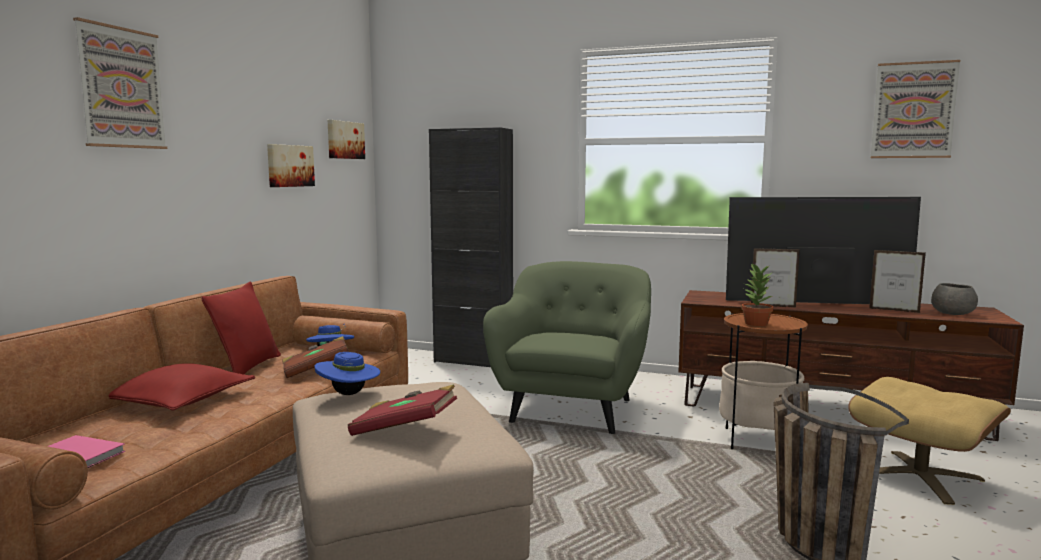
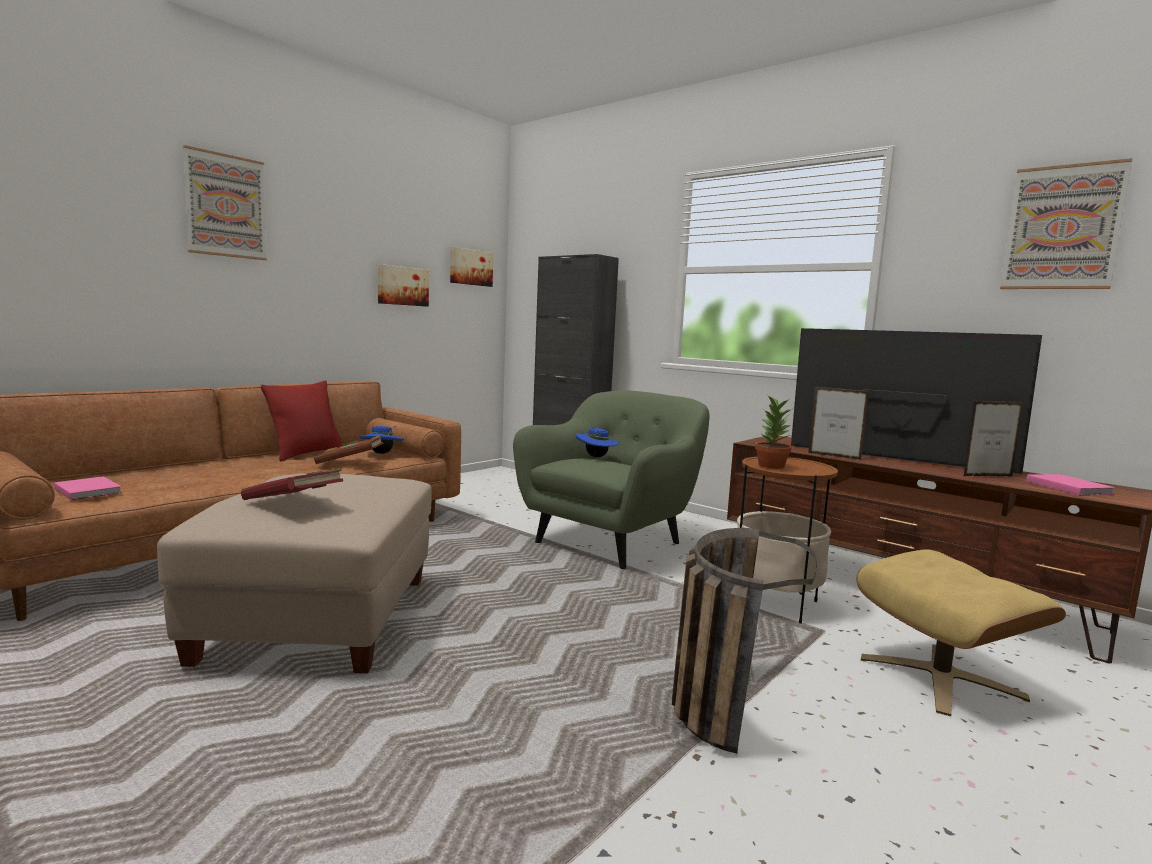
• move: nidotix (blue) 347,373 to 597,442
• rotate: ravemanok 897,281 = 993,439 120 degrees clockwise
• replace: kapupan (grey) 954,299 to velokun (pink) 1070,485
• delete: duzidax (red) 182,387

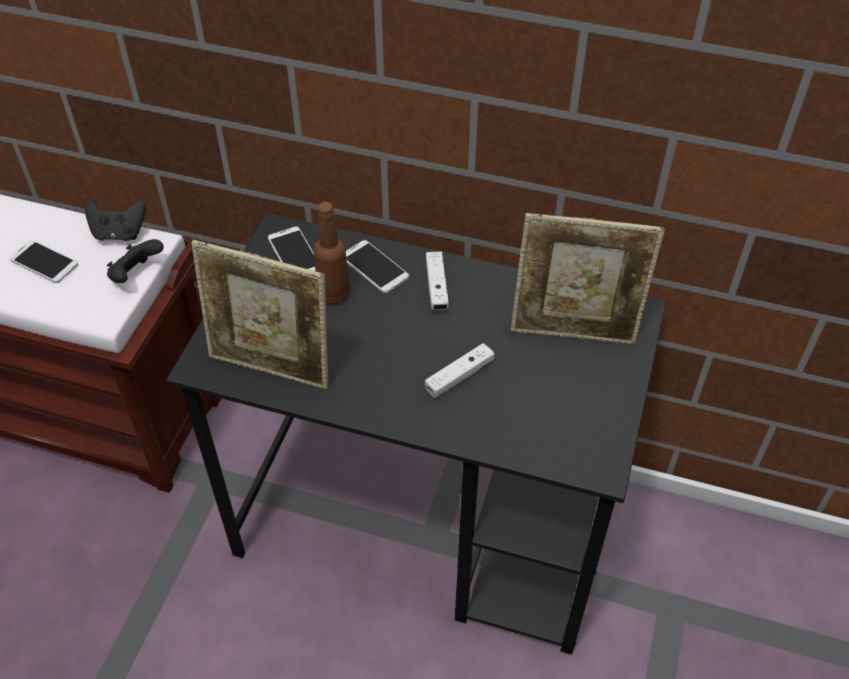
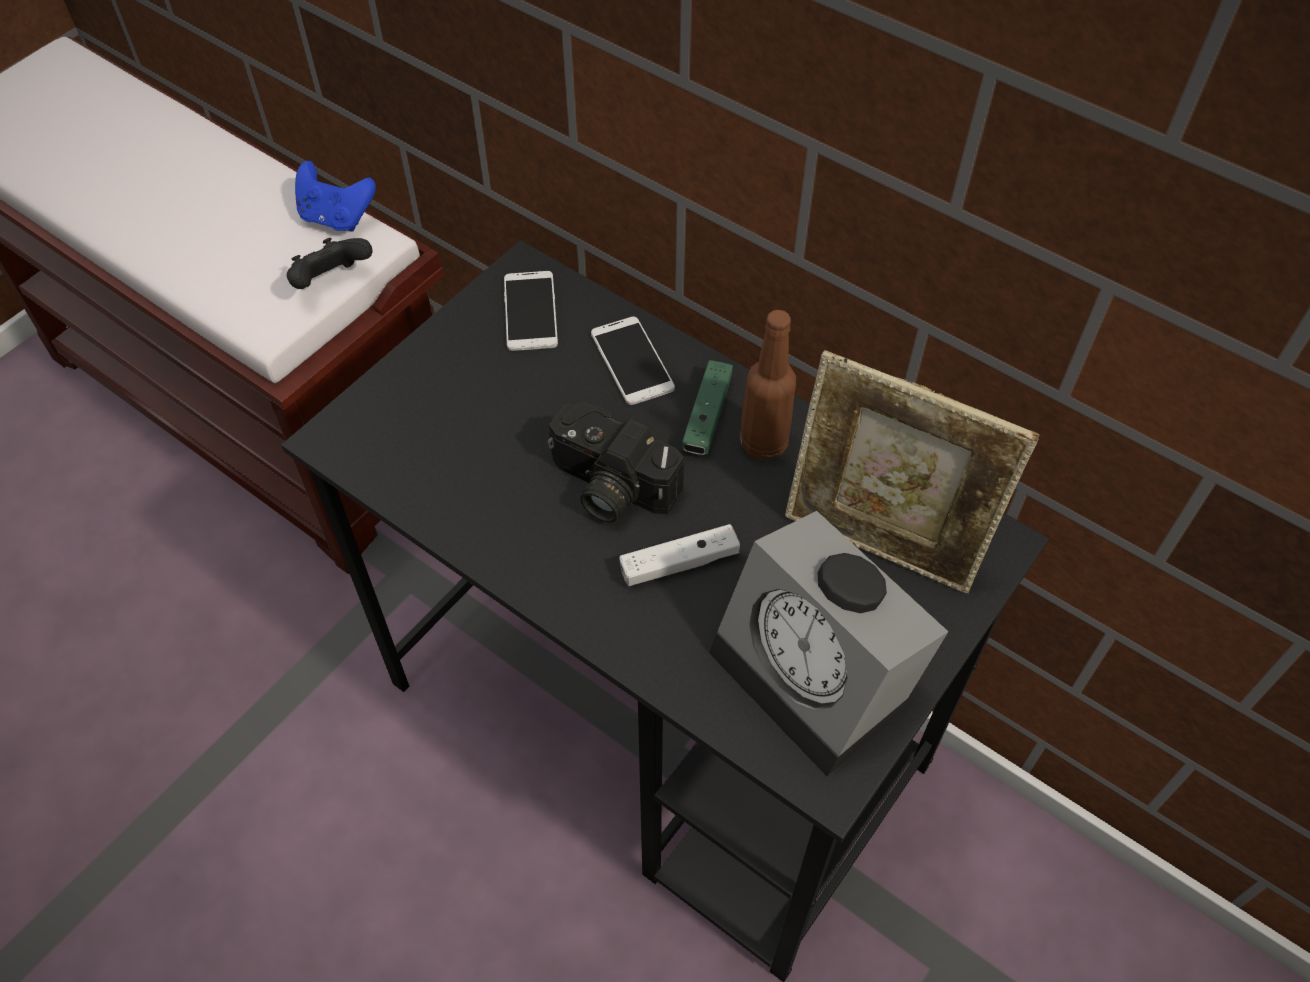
• recolor: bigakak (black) 115,220 to bigakak (blue) 335,196
• insert: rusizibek 615,462
• recolor: bigakak (white) 437,280 to bigakak (green) 707,407
• insert: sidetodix 828,643
• move: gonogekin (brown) 332,253 to 768,385
• delete: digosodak 44,261
• delete: ravemanok 260,314

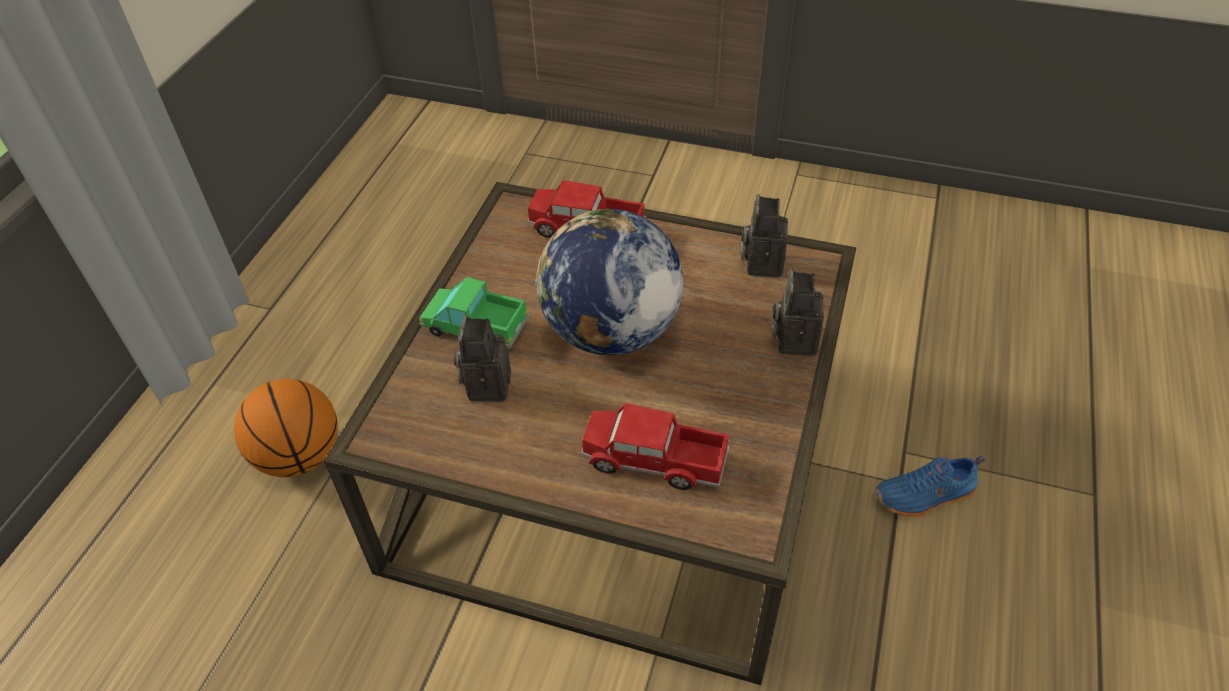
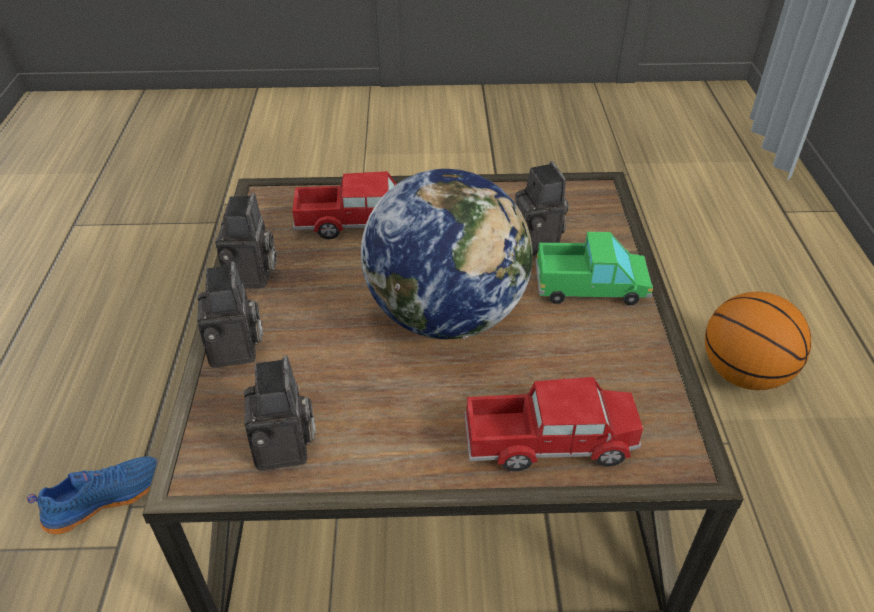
• insert: rusizibek 246,240

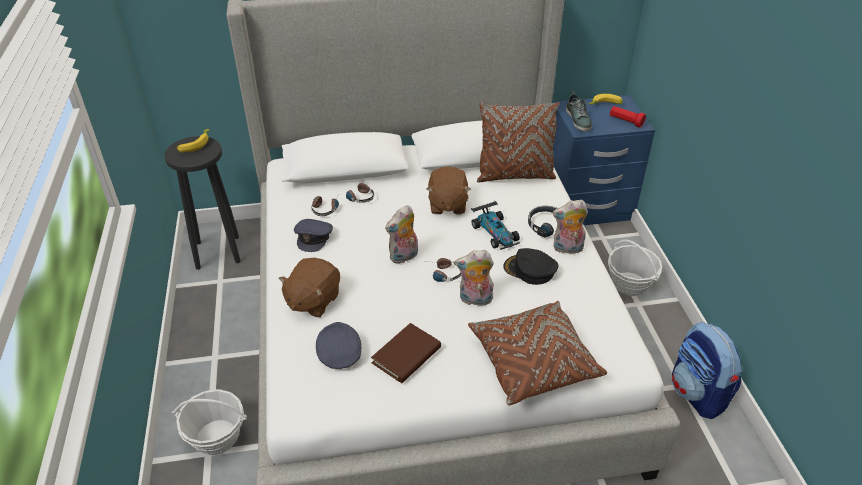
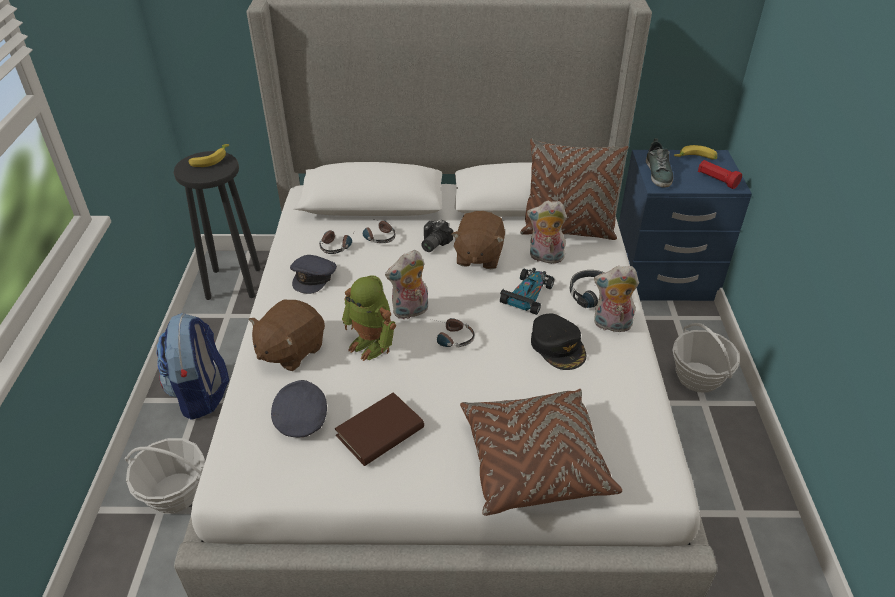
• move: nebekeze 707,370 to 192,366
• insert: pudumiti 369,318
• insert: rusizibek 437,236
• rotate: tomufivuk 495,225 = 527,291 135 degrees counterclockwise
• move: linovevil 474,278 to 547,231
• rotate: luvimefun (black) 530,266 = 558,342 150 degrees counterclockwise

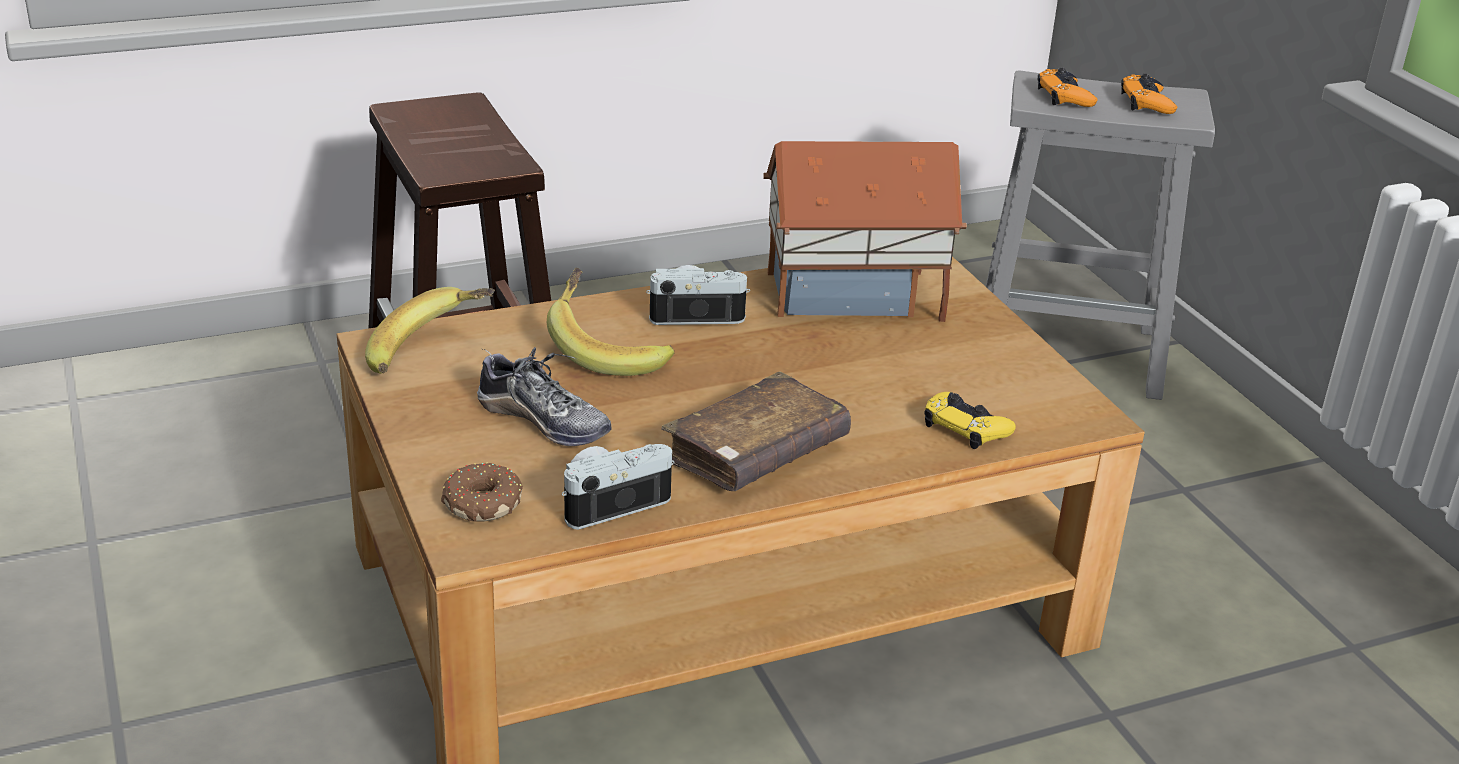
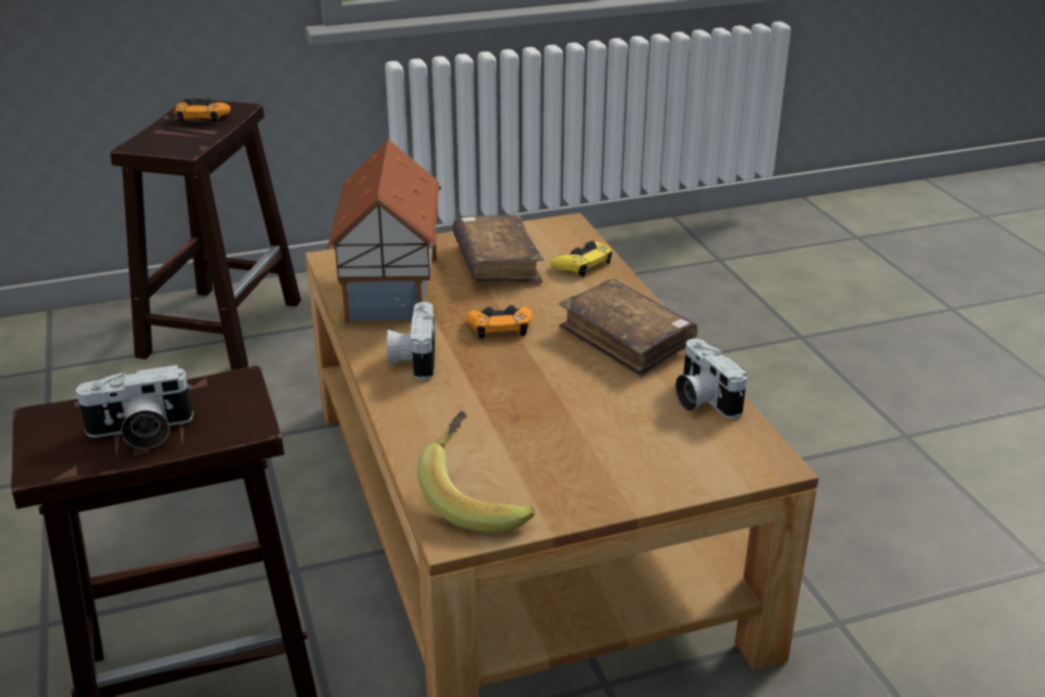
• insert: rusizibek 134,407
• recolor: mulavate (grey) 1100,235 to mulavate (brown) 205,234
• insert: velokun (brown) 498,248
• move: bigakak (orange) 1068,87 to 499,322
• delete: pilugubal 482,492
• delete: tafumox 544,396
• delete: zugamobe 610,322

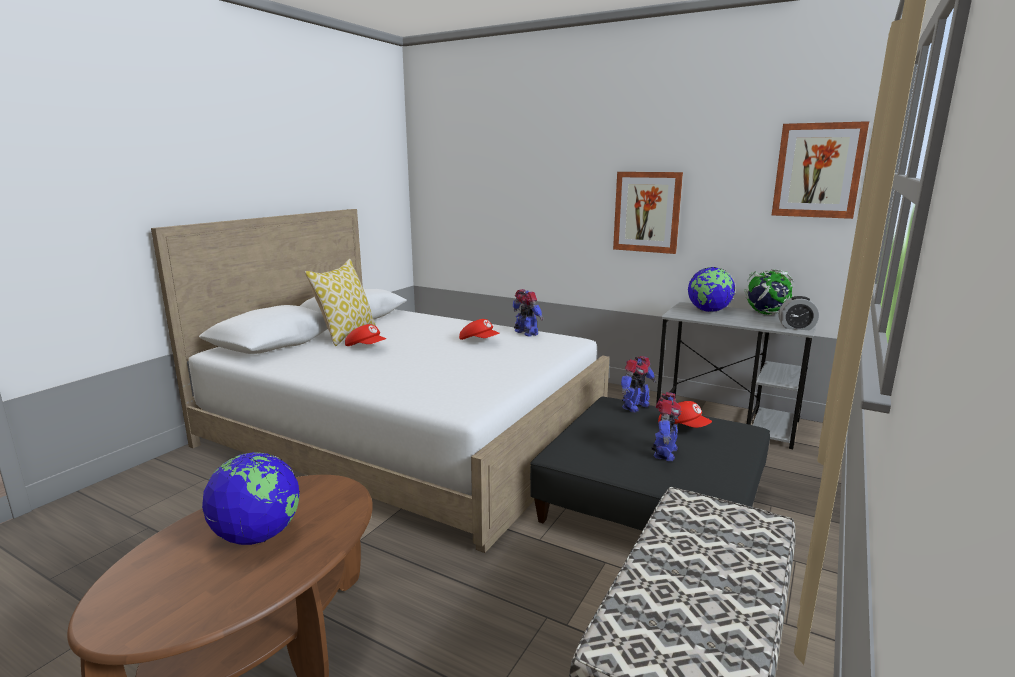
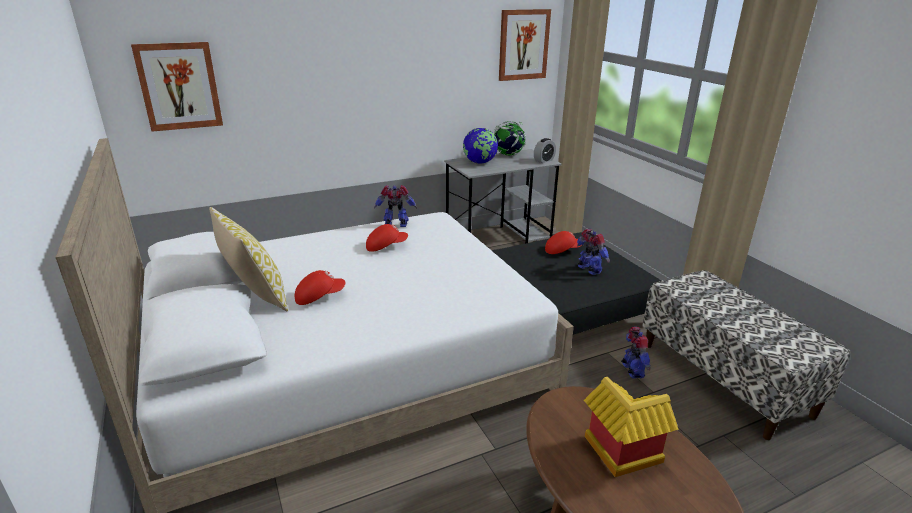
• move: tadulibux 648,213 to 177,87
• replace: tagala 251,498 to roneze 631,427
• move: pudumiti 638,384 to 636,353

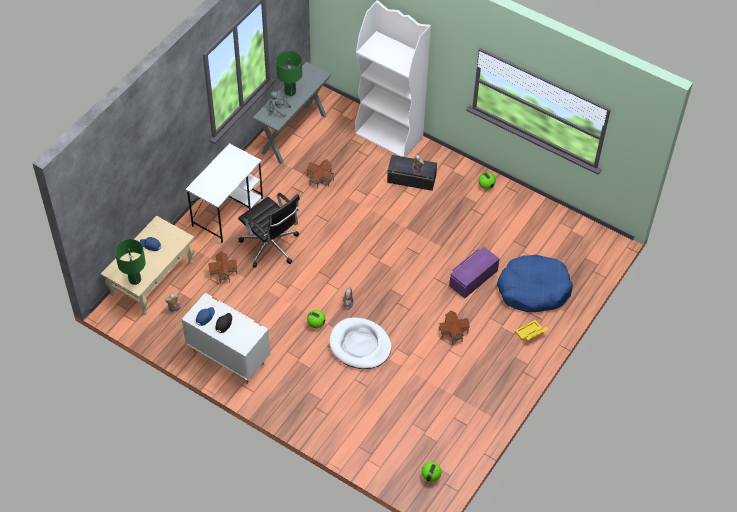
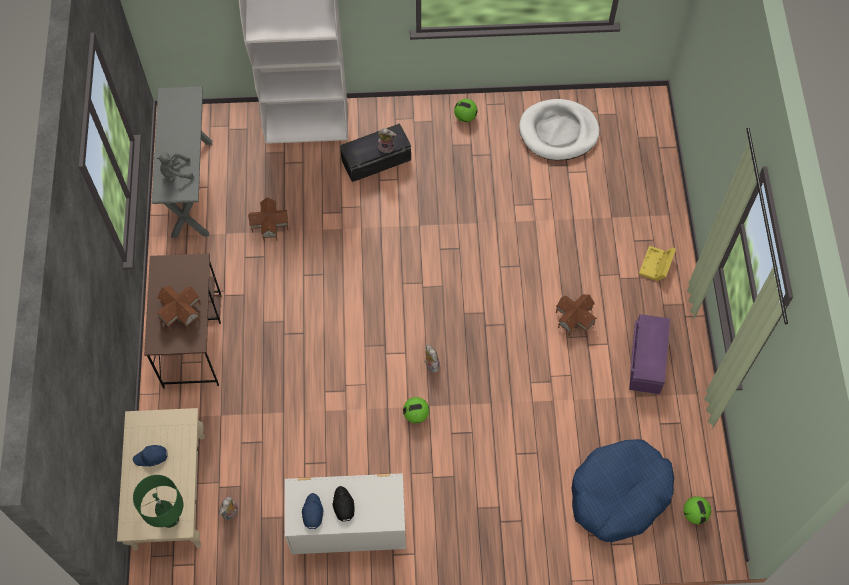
• recolor: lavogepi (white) 224,193 to lavogepi (brown) 182,321
• move: roneze 222,267 to 178,308
• move: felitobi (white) 360,343 to 559,129
• move: felitobi (blue) 535,283 to 622,490
• move: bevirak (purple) 474,272 to 649,354
• delete: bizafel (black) 269,230
• delete: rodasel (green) 289,73

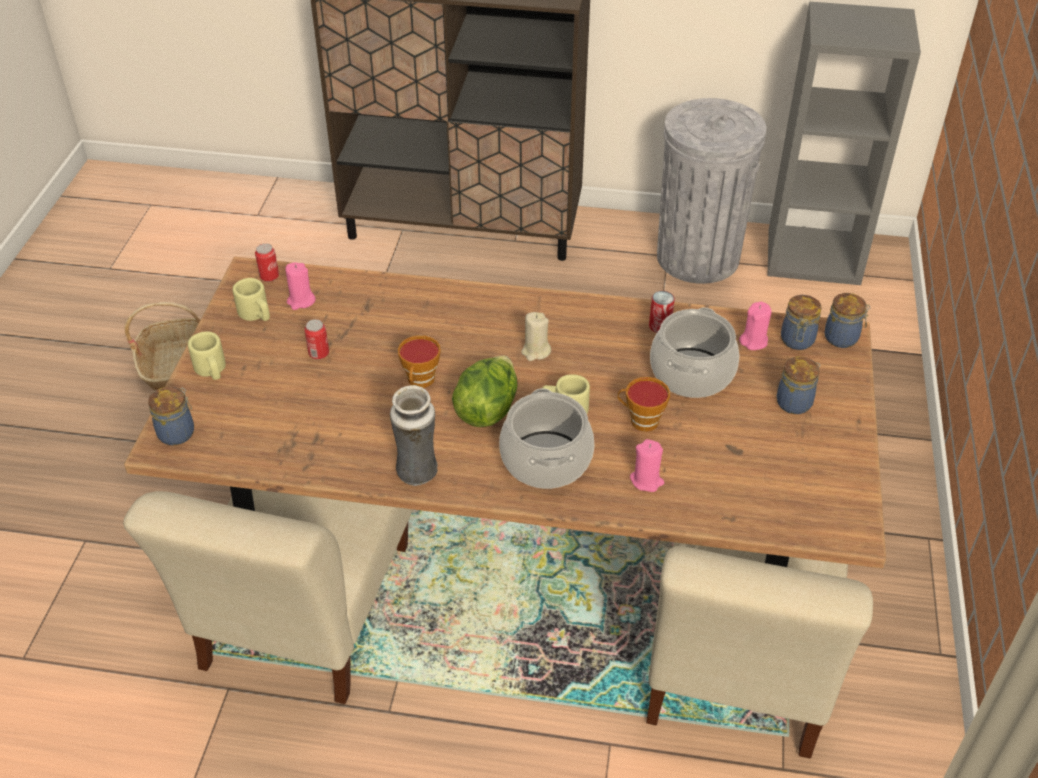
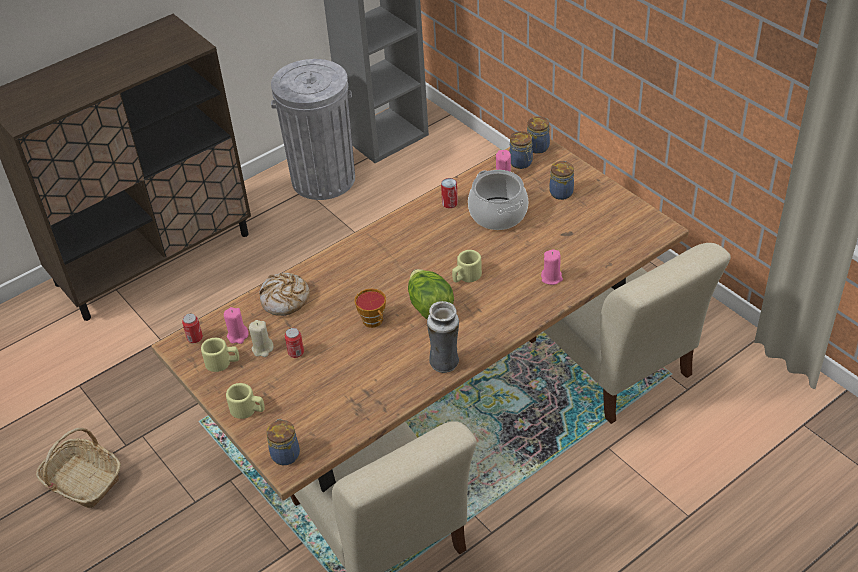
• move: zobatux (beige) 536,336 to 261,338
• insert: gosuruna 284,294
• delete: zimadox 546,438
• delete: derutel 643,404

